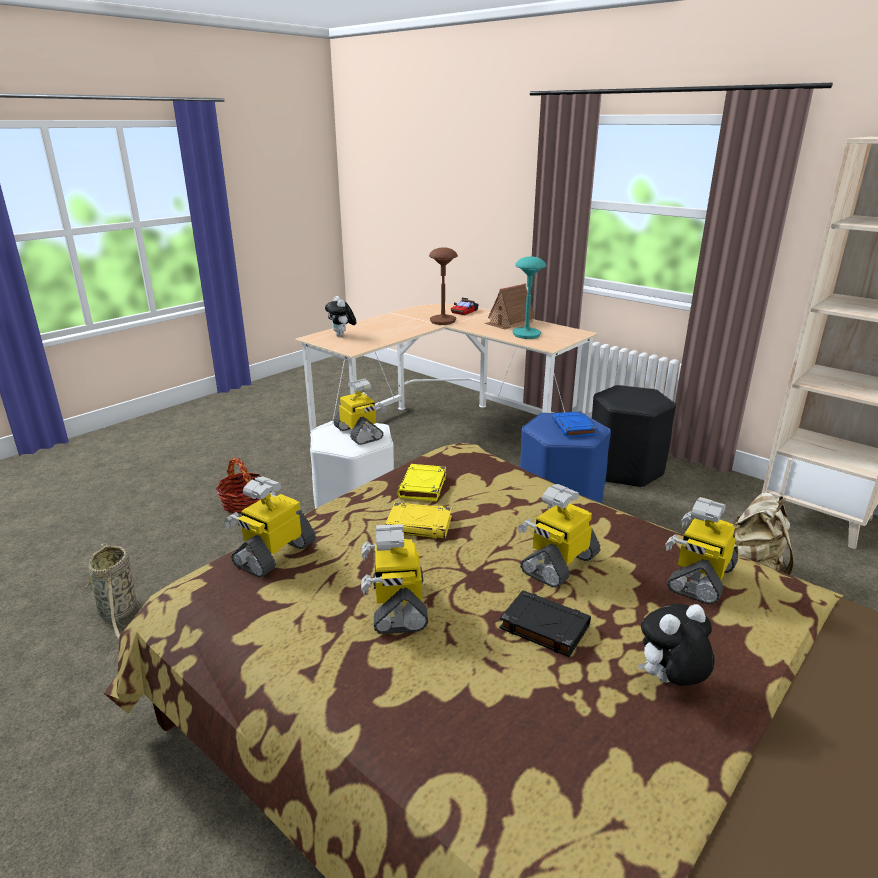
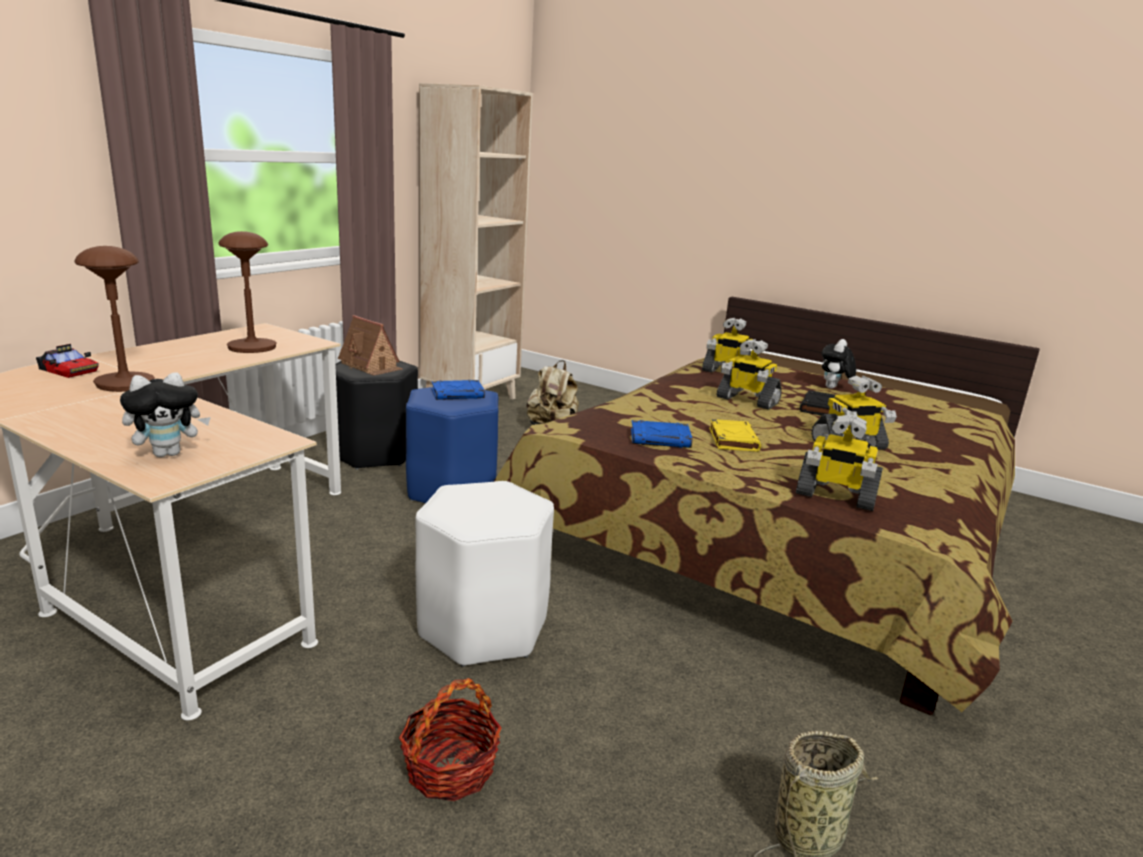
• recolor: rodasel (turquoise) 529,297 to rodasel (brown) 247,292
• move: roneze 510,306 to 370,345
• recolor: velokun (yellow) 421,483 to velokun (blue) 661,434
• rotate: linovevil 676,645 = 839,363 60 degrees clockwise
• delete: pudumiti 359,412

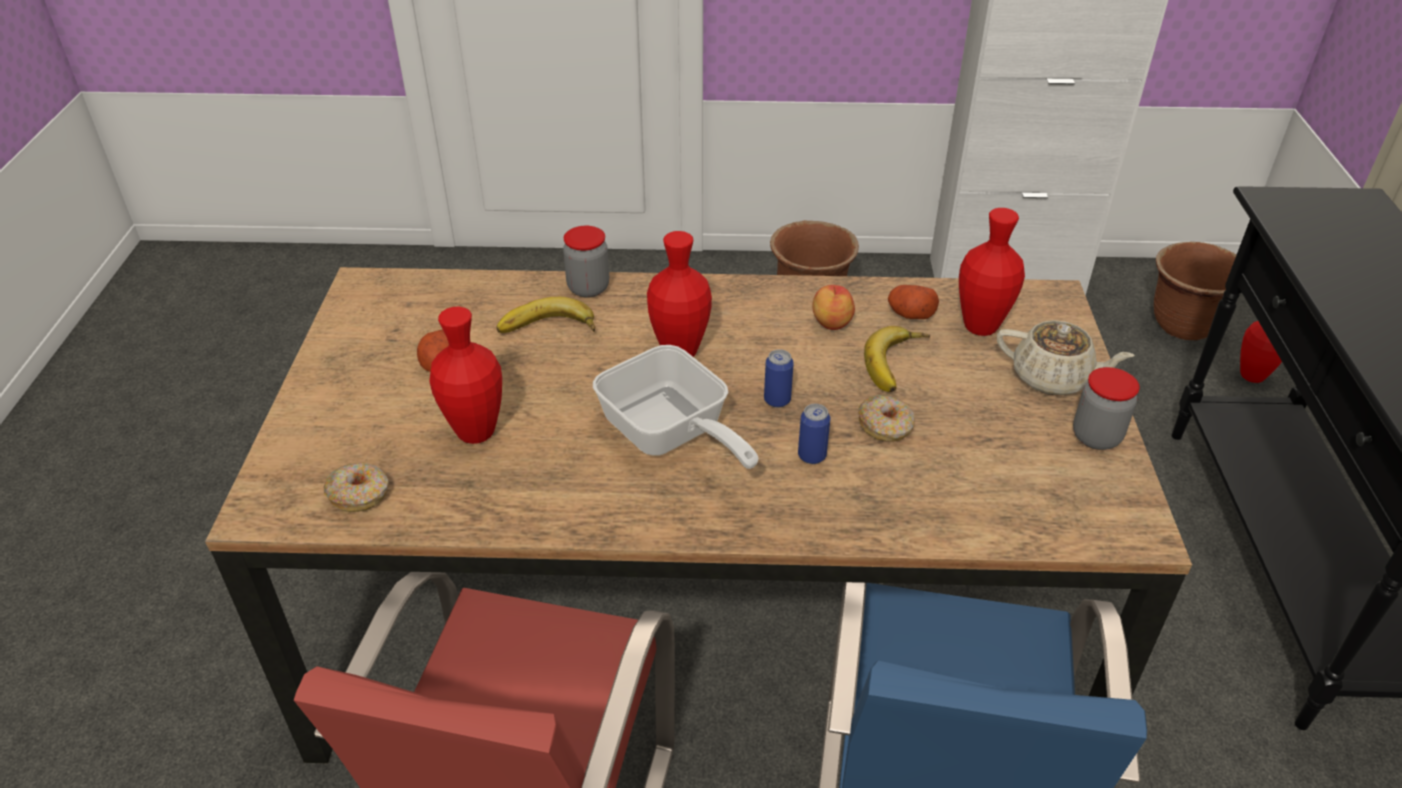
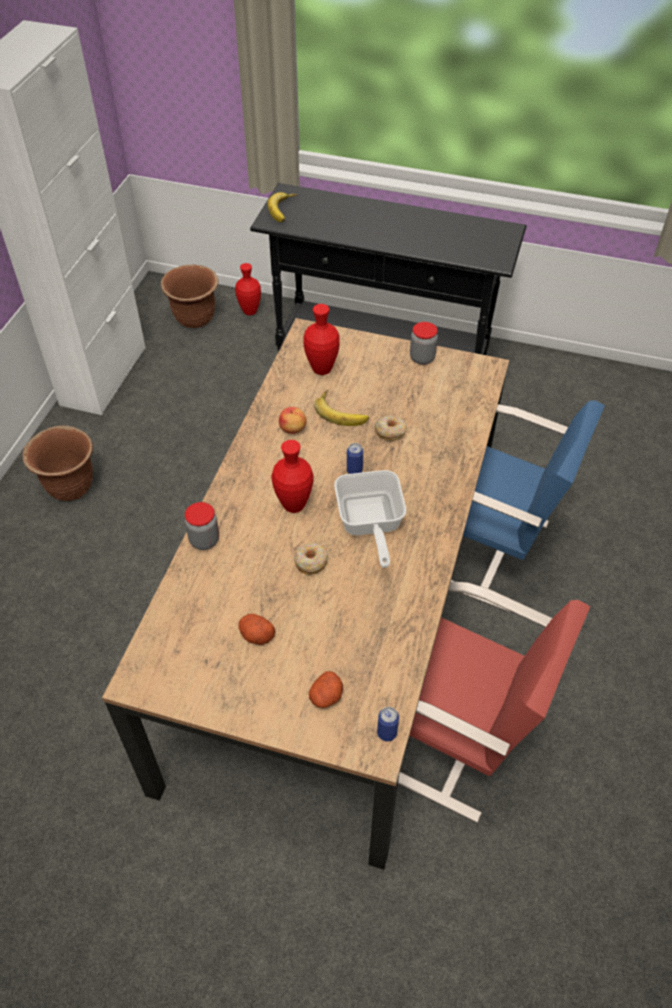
• move: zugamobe 545,315 to 282,207
• move: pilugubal 356,487 to 311,559
• move: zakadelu 913,302 to 326,689
• rotate: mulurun 676,407 = 370,519 105 degrees clockwise
• move: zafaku 814,434 to 388,724
• delete: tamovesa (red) 465,375
• delete: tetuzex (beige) 1066,358

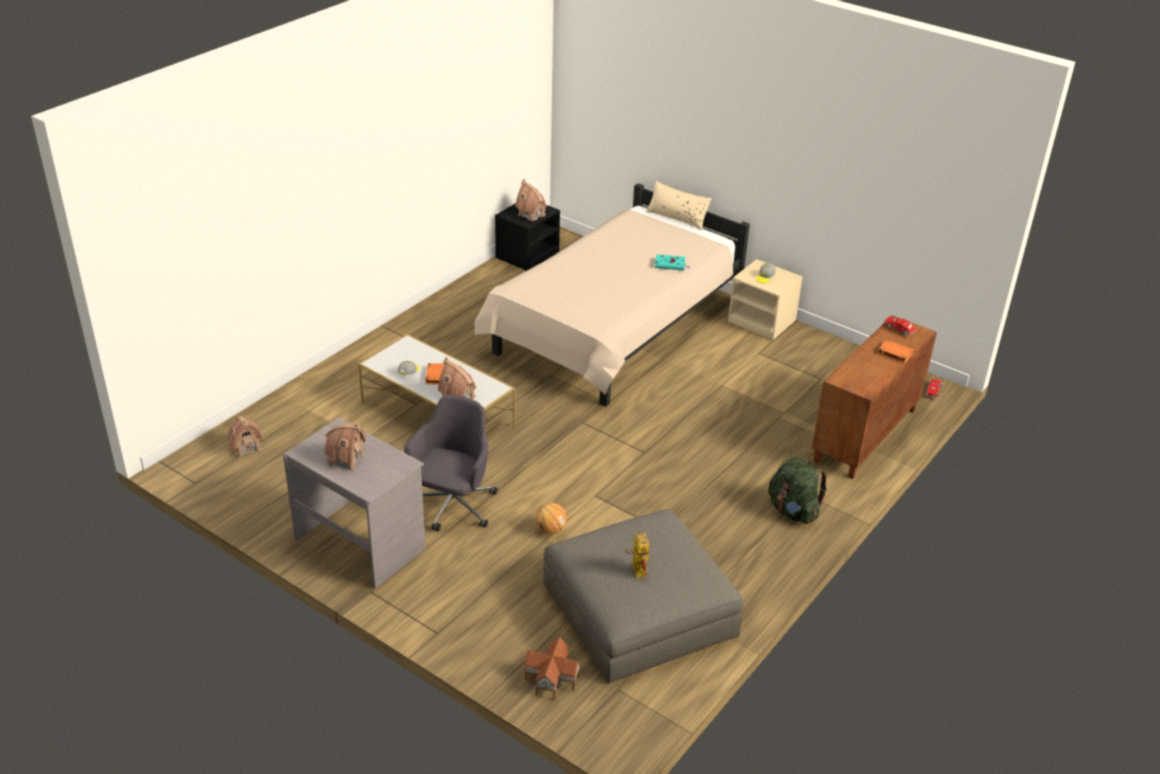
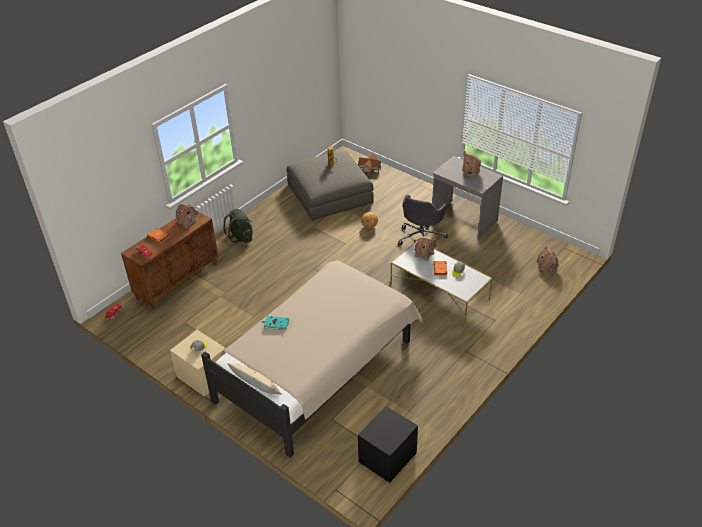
• move: roneze 530,200 to 187,215

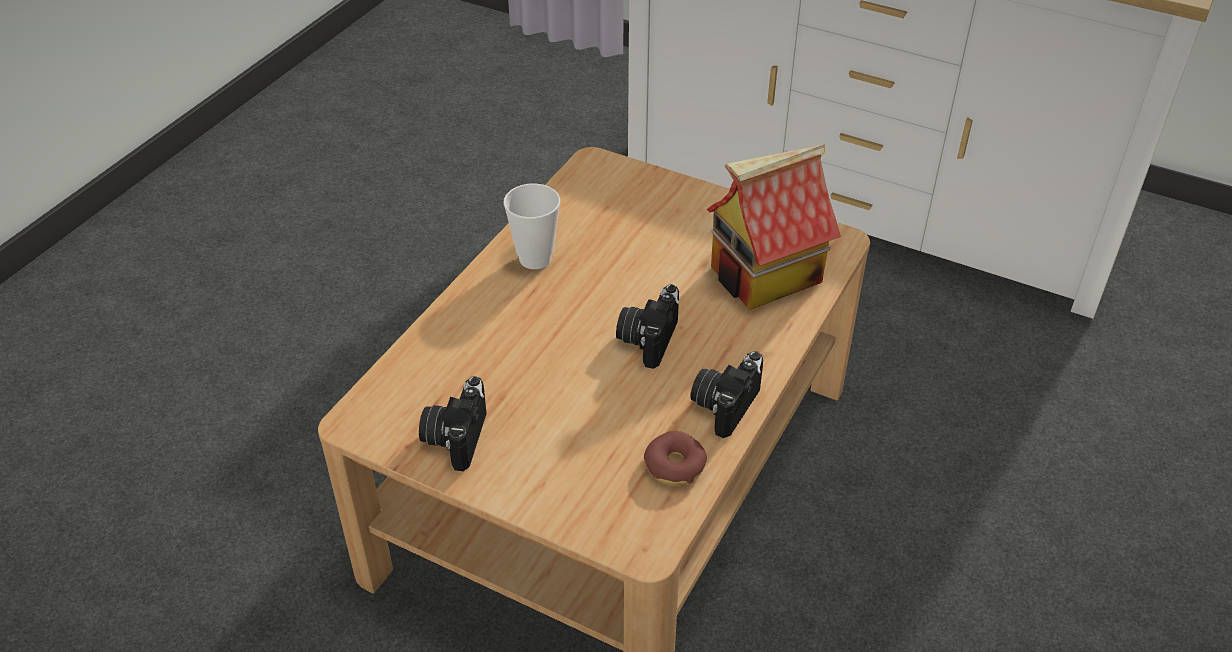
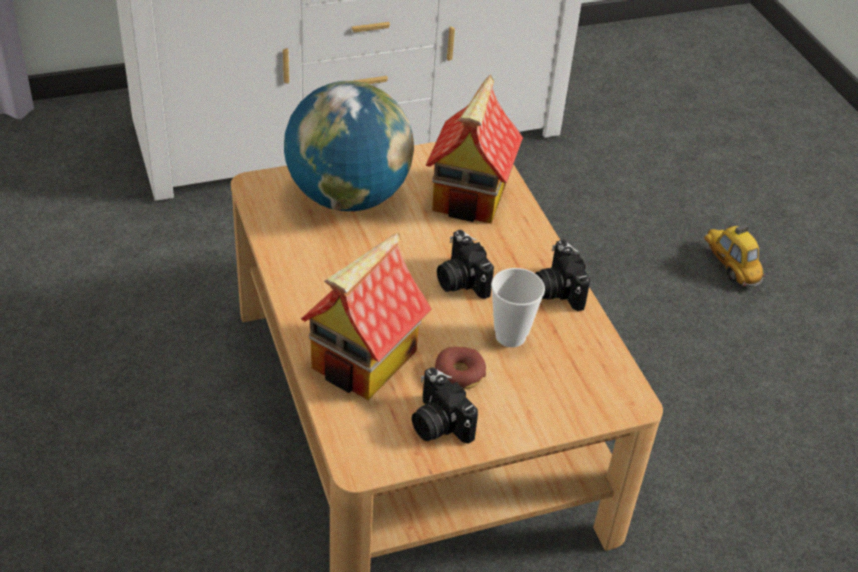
• insert: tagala 349,146
• insert: roneze 366,316
• move: pilugubal 675,458 to 460,368
• move: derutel 531,226 to 518,307
• insert: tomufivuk 734,257

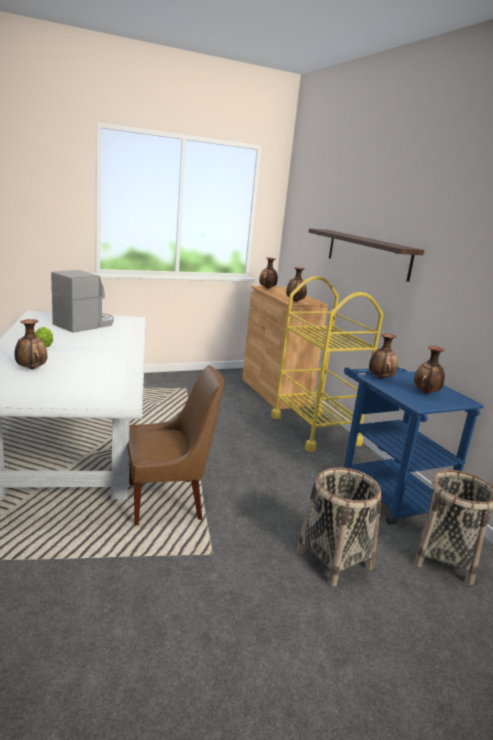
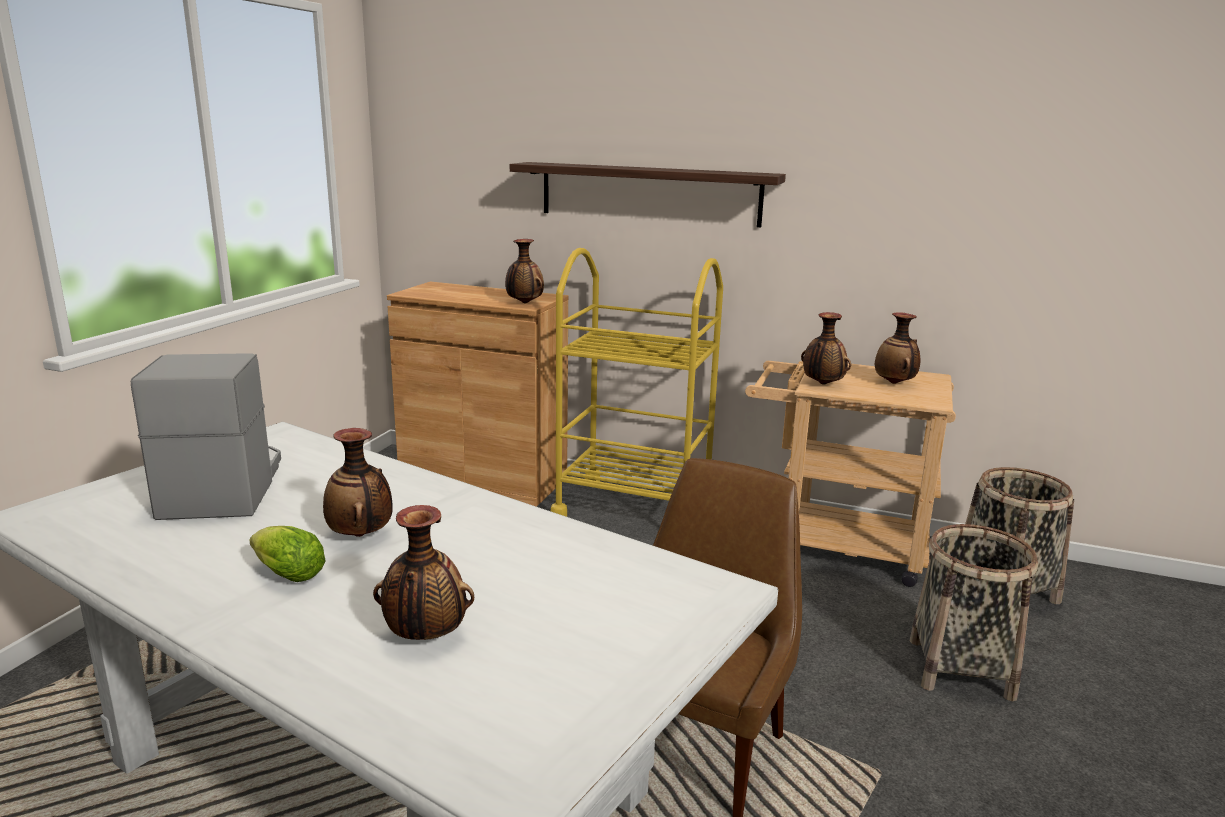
• move: tamovesa 268,273 to 358,482
• recolor: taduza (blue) 414,446 to taduza (beige) 850,474

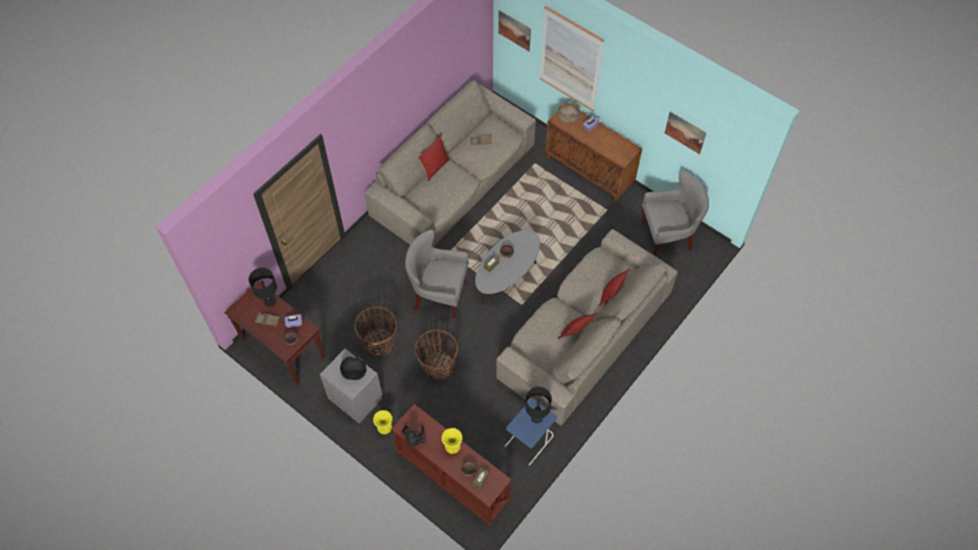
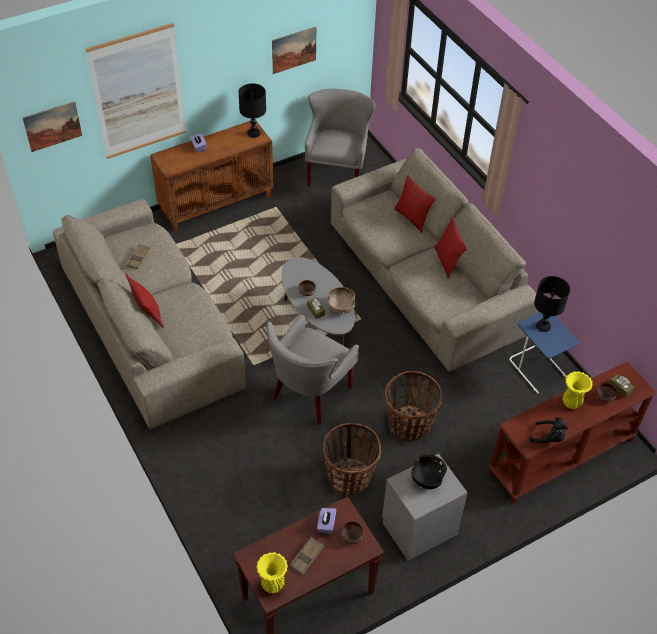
• move: rodasel (black) 263,287 to 252,110
• move: tamovesa (yellow) 383,422 to 272,573
• move: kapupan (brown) 569,113 to 341,300

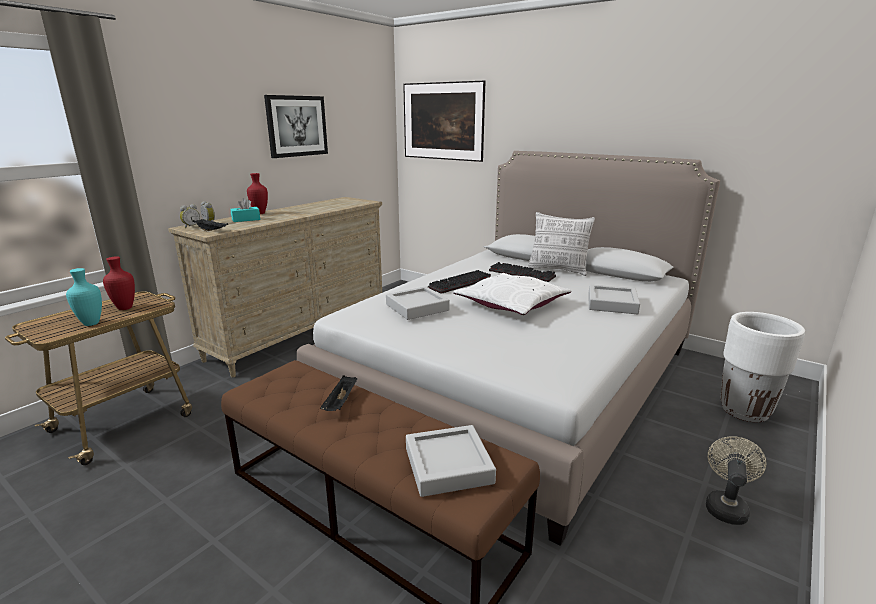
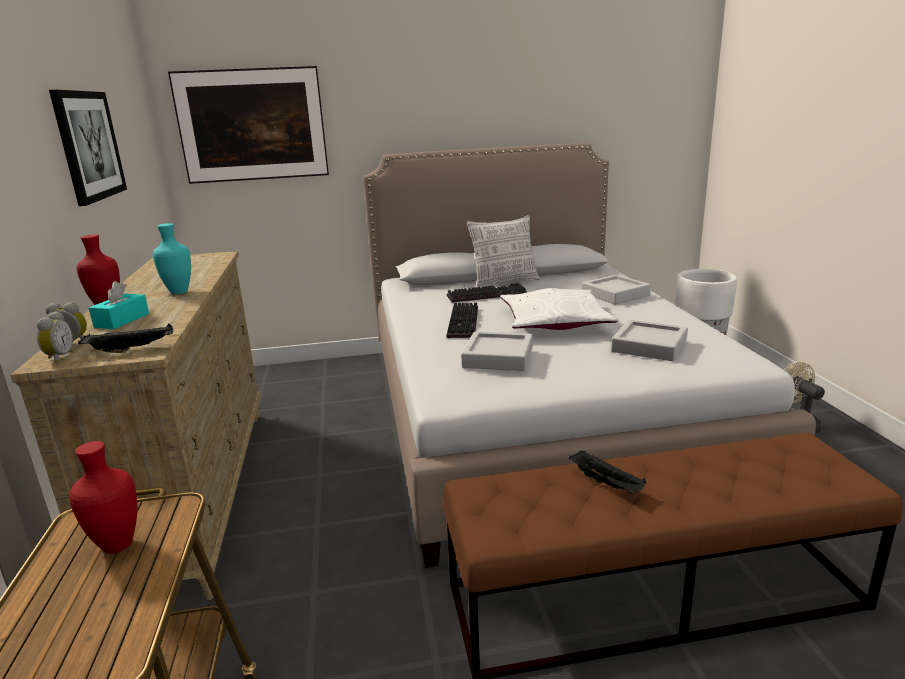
• move: tamovesa (turquoise) 84,297 to 172,258
• move: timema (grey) 451,461 to 649,340

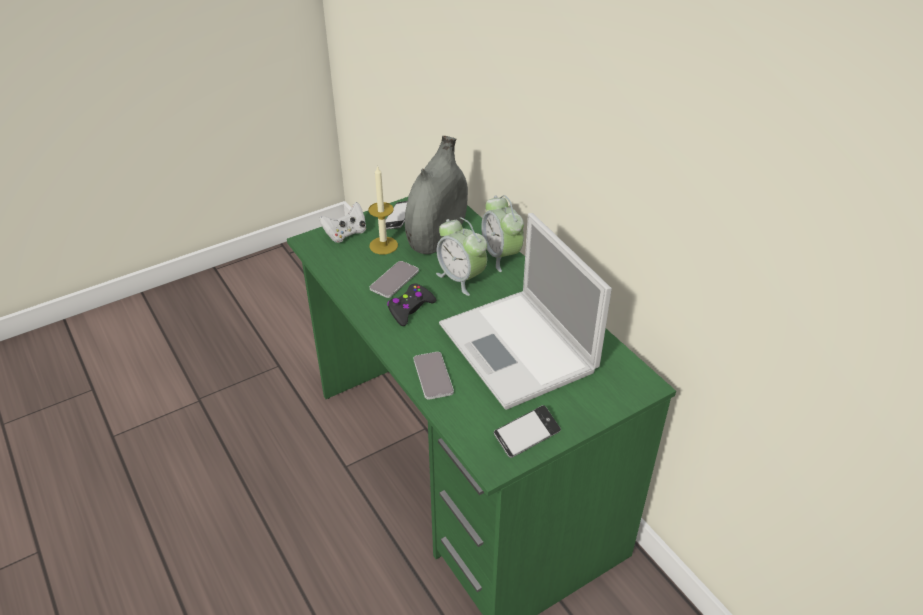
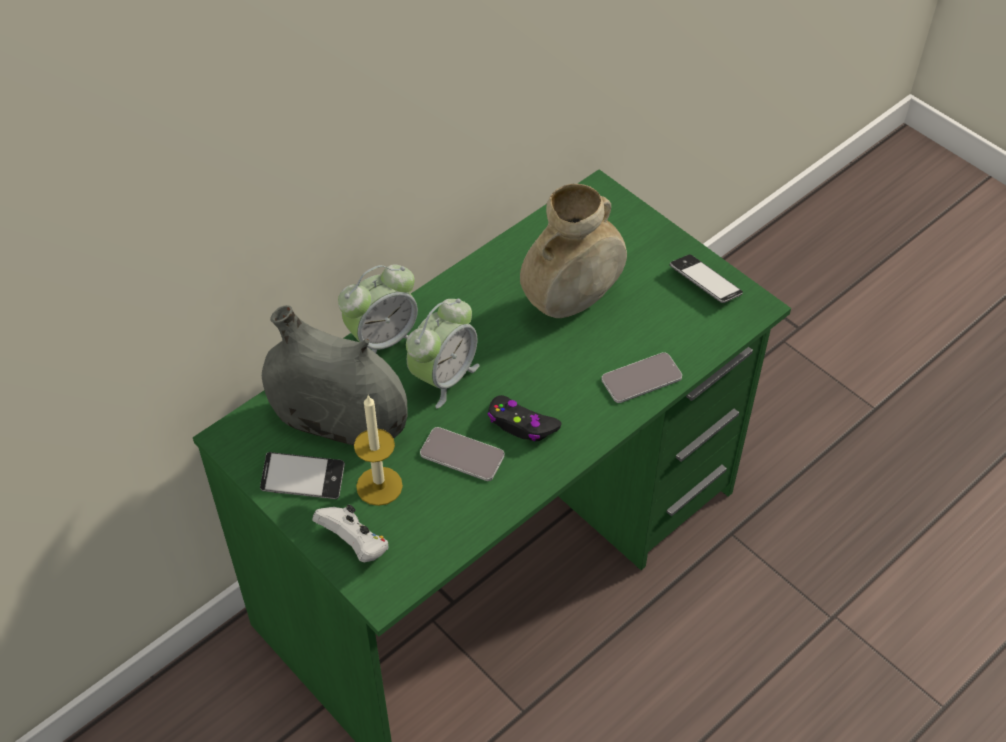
• replace: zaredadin 525,311 to tamovesa (beige) 573,251

